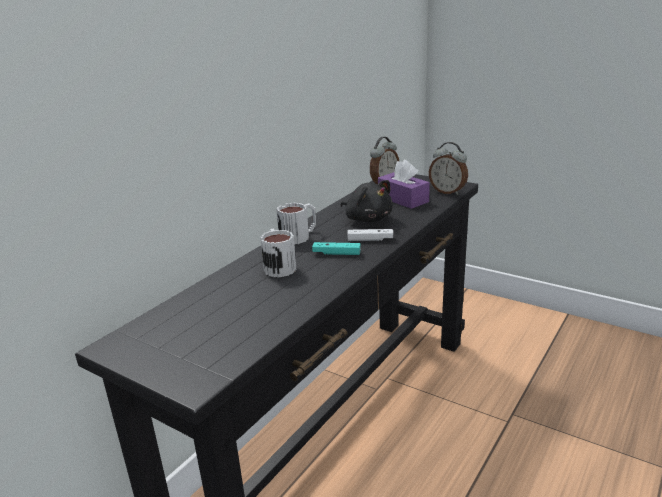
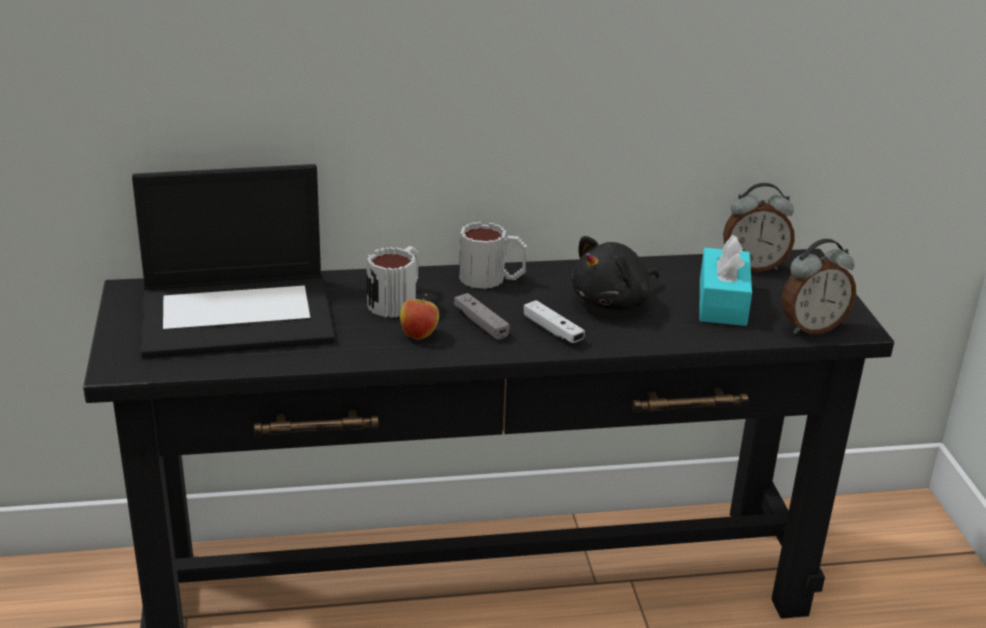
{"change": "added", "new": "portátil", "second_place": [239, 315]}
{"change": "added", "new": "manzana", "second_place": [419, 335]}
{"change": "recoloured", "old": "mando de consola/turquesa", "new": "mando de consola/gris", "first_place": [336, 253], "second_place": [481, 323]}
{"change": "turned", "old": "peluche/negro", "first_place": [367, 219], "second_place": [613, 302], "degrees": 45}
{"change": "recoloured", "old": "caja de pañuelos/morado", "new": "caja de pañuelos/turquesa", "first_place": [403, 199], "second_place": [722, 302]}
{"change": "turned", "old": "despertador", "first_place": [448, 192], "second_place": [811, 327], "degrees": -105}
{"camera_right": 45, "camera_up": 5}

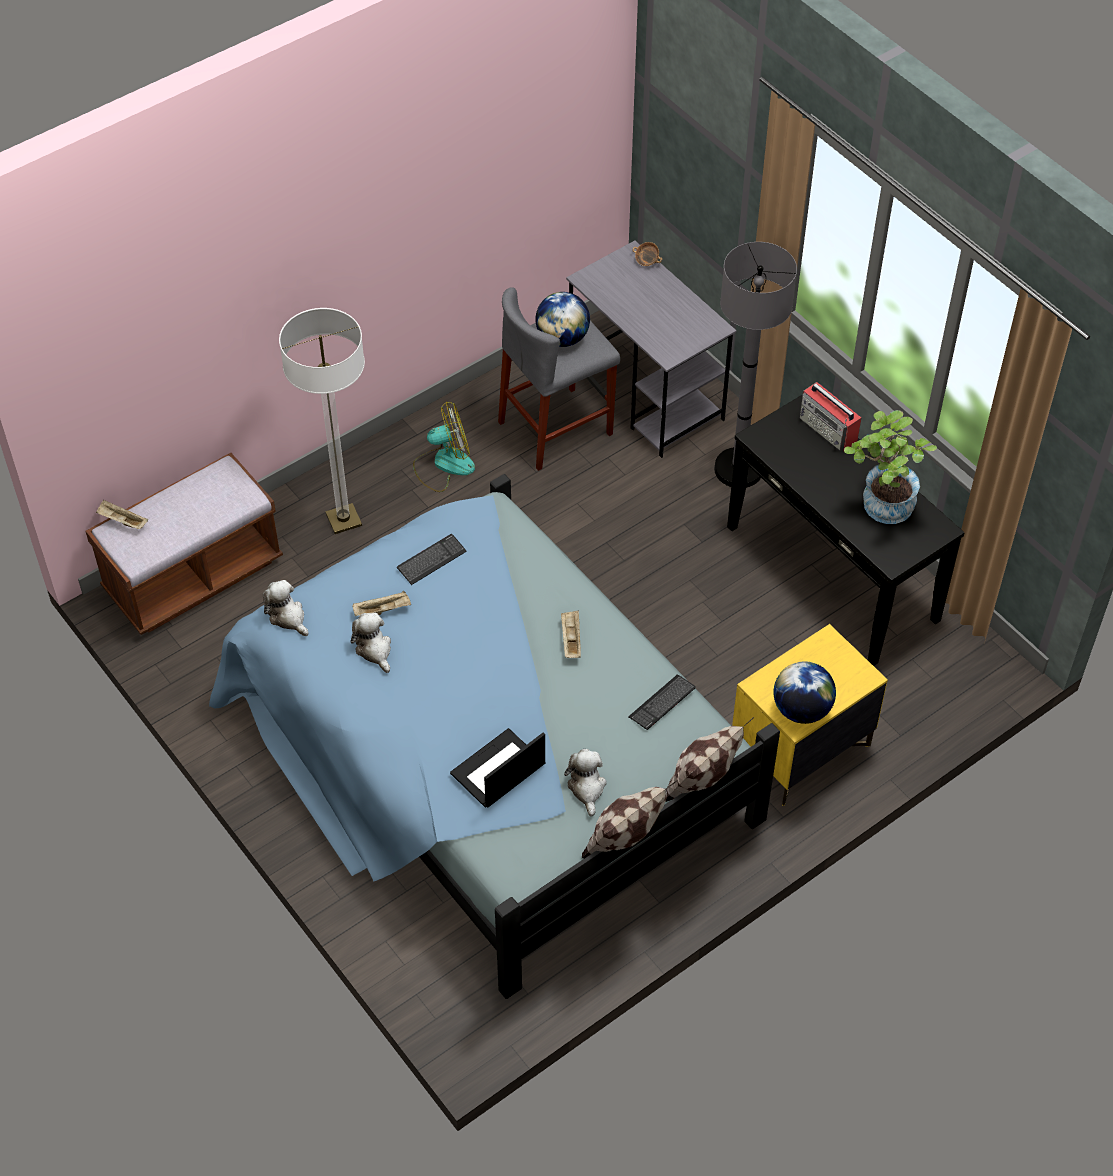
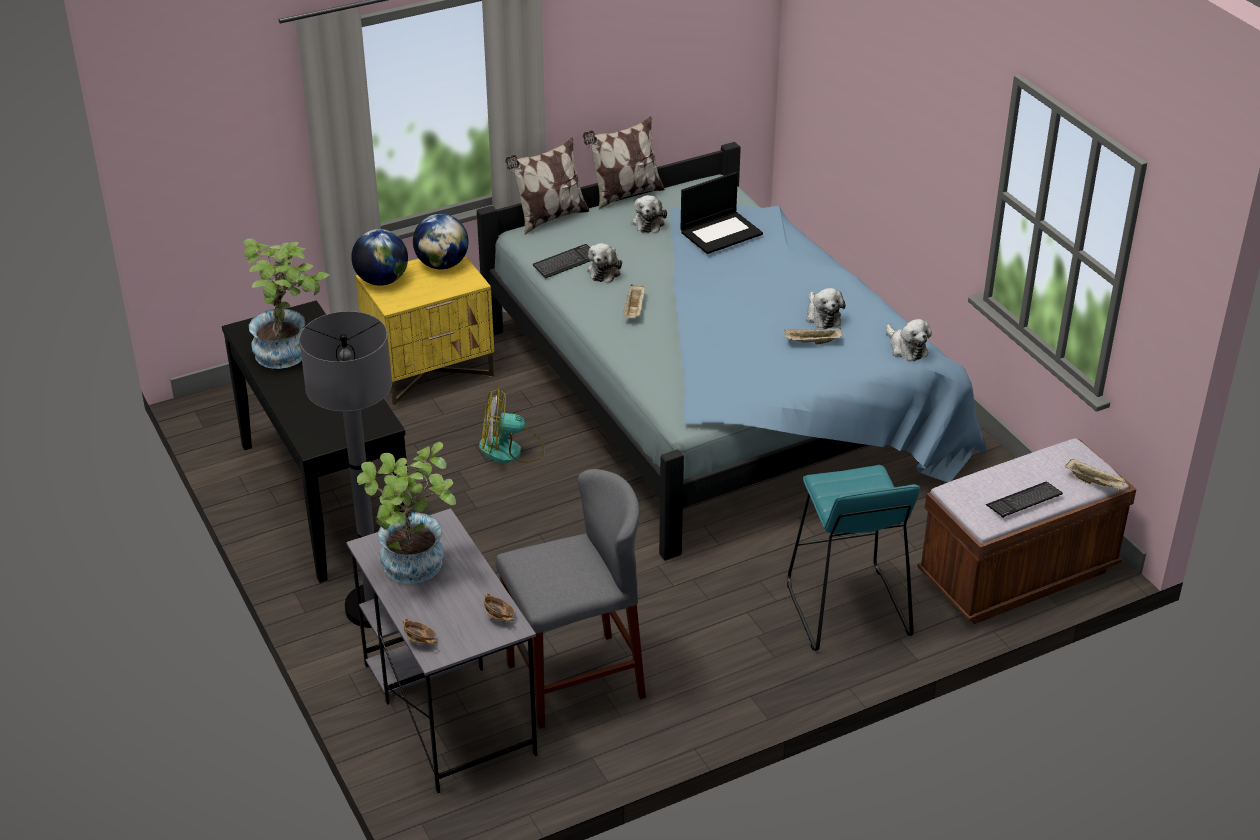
{"change": "moved", "old": "globo terráqueo", "first_place": [562, 338], "second_place": [382, 280]}
{"change": "added", "new": "planta en maceta", "second_place": [413, 570]}
{"change": "moved", "old": "ventilador", "first_place": [444, 464], "second_place": [511, 450]}
{"change": "added", "new": "cuenco", "second_place": [499, 616]}
{"change": "added", "new": "peluche", "second_place": [605, 271]}
{"change": "replaced", "old": "lámpara de pie", "new": "taburete/turquesa", "first_place": [343, 520], "second_place": [847, 610]}
{"change": "moved", "old": "teclado", "first_place": [431, 560], "second_place": [1024, 501]}
{"change": "removed", "old": "radio", "first_place": [828, 430]}
{"camera_right": -170, "camera_up": -15}

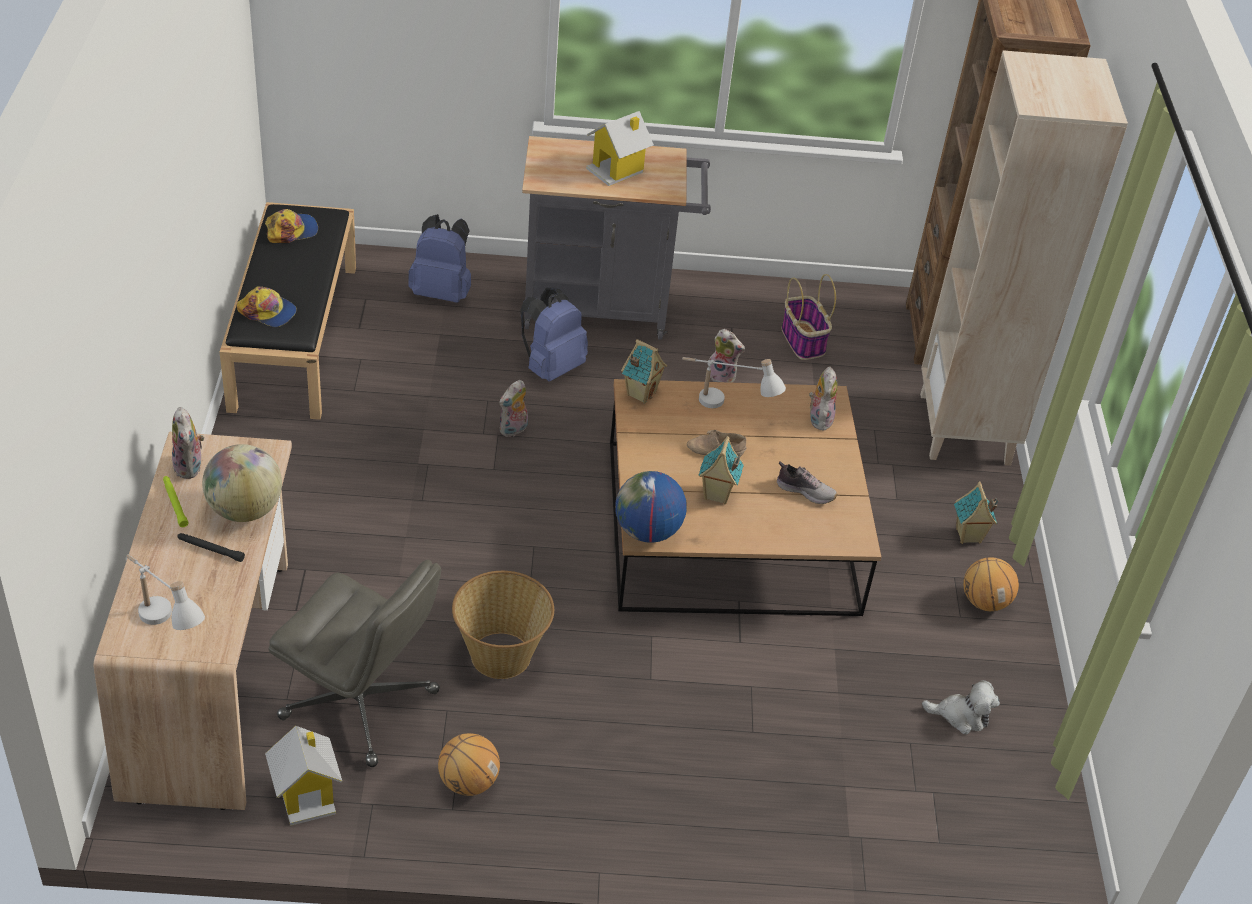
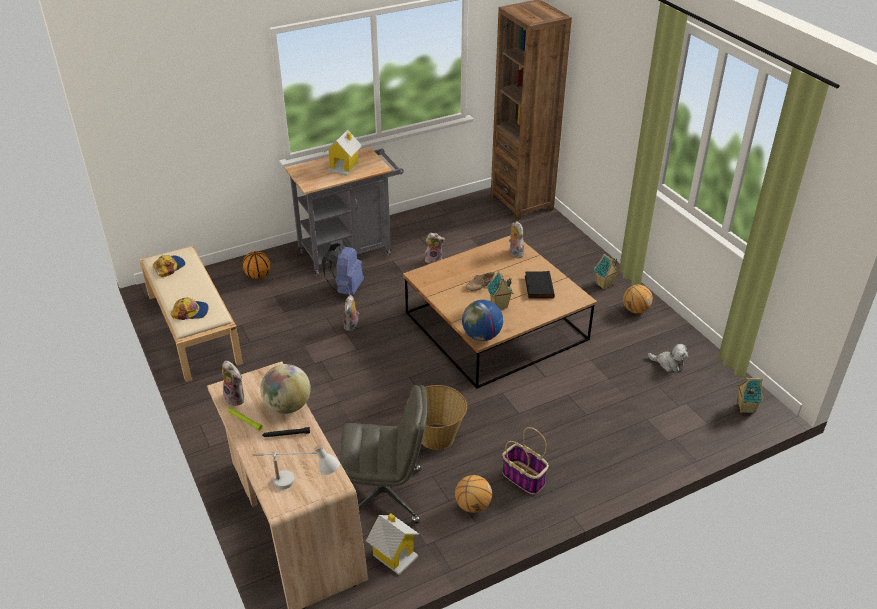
{"change": "recoloured", "old": "banco/negro", "new": "banco/beis", "first_place": [293, 335], "second_place": [192, 328]}
{"change": "replaced", "old": "mochila/azul", "new": "balón de baloncesto", "first_place": [442, 292], "second_place": [258, 275]}
{"change": "moved", "old": "cesta", "first_place": [803, 341], "second_place": [524, 478]}
{"change": "replaced", "old": "zapato", "new": "libro/negro", "first_place": [805, 491], "second_place": [538, 287]}
{"change": "turned", "old": "peluche", "first_place": [961, 716], "second_place": [668, 364], "degrees": 45}
{"change": "moved", "old": "casita", "first_place": [640, 393], "second_place": [744, 408]}
{"change": "removed", "old": "lámpara de mesa/blanco", "first_place": [726, 409]}
{"change": "removed", "old": "estantería/beis", "first_place": [965, 429]}
{"camera_right": -25, "camera_up": -5}

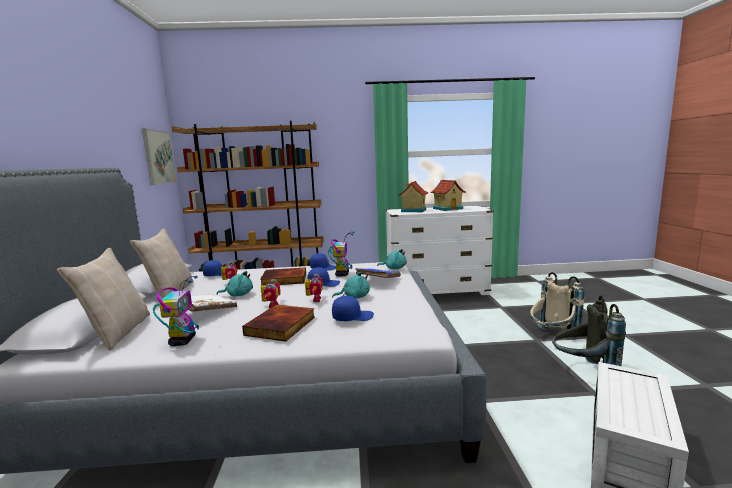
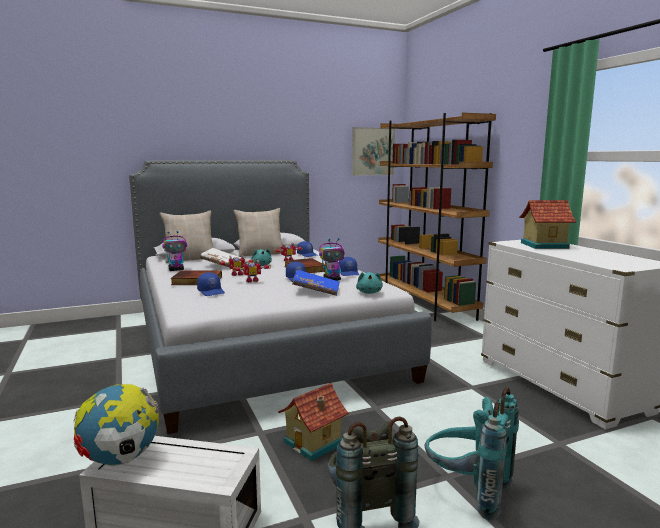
{"change": "added", "new": "globo terráqueo", "second_place": [121, 460]}
{"change": "moved", "old": "casita", "first_place": [448, 208], "second_place": [314, 443]}
{"change": "recoloured", "old": "mochila/beis", "new": "mochila/turquesa", "first_place": [551, 338], "second_place": [467, 492]}
{"change": "removed", "old": "peluche/turquesa", "first_place": [354, 297]}
{"camera_right": 70, "camera_up": 0}

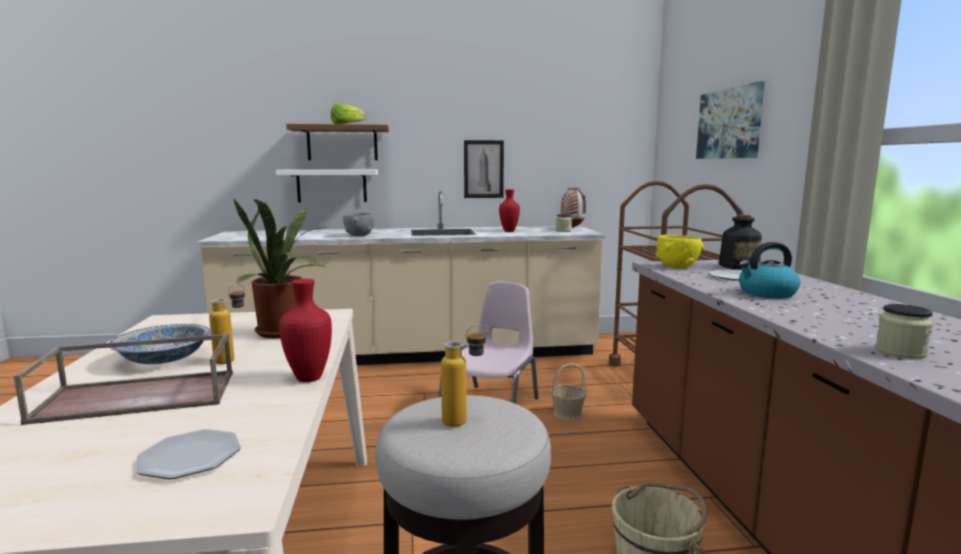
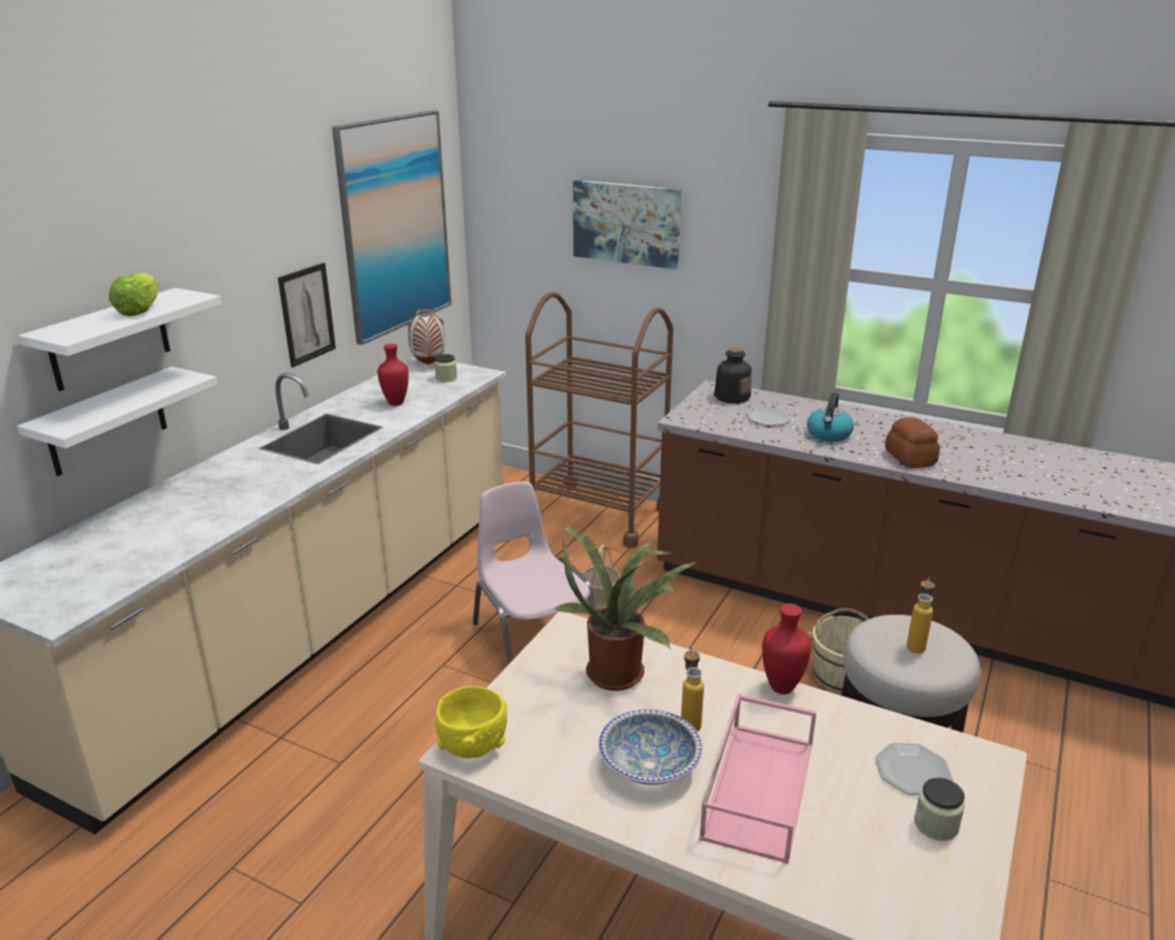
{"change": "recoloured", "old": "estante/marrón", "new": "estante/blanco", "first_place": [342, 143], "second_place": [109, 340]}
{"change": "added", "new": "cuadro", "second_place": [395, 225]}
{"change": "moved", "old": "cuenco/amarillo", "first_place": [677, 266], "second_place": [472, 746]}
{"change": "recoloured", "old": "bandeja/marrón", "new": "bandeja/rosa", "first_place": [141, 395], "second_place": [757, 787]}
{"change": "added", "new": "pan", "second_place": [910, 457]}
{"change": "moved", "old": "tarro", "first_place": [900, 352], "second_place": [936, 825]}
{"change": "removed", "old": "cuenco/gris", "first_place": [359, 236]}
{"camera_right": -55, "camera_up": 15}

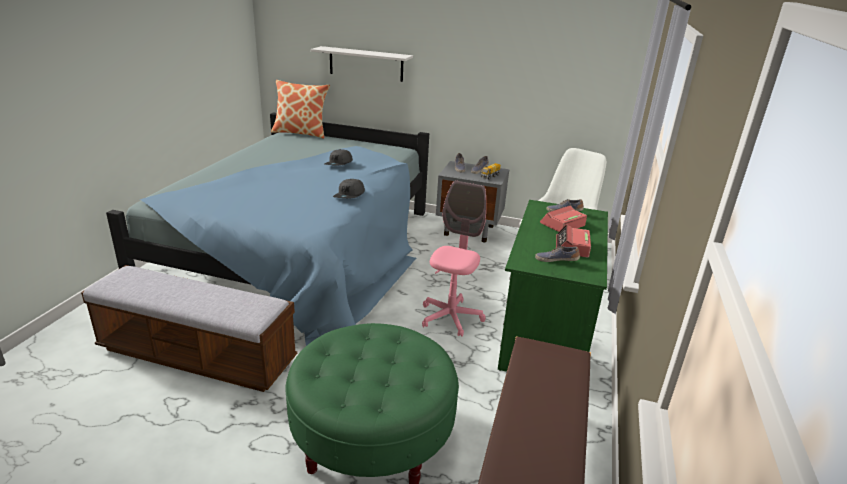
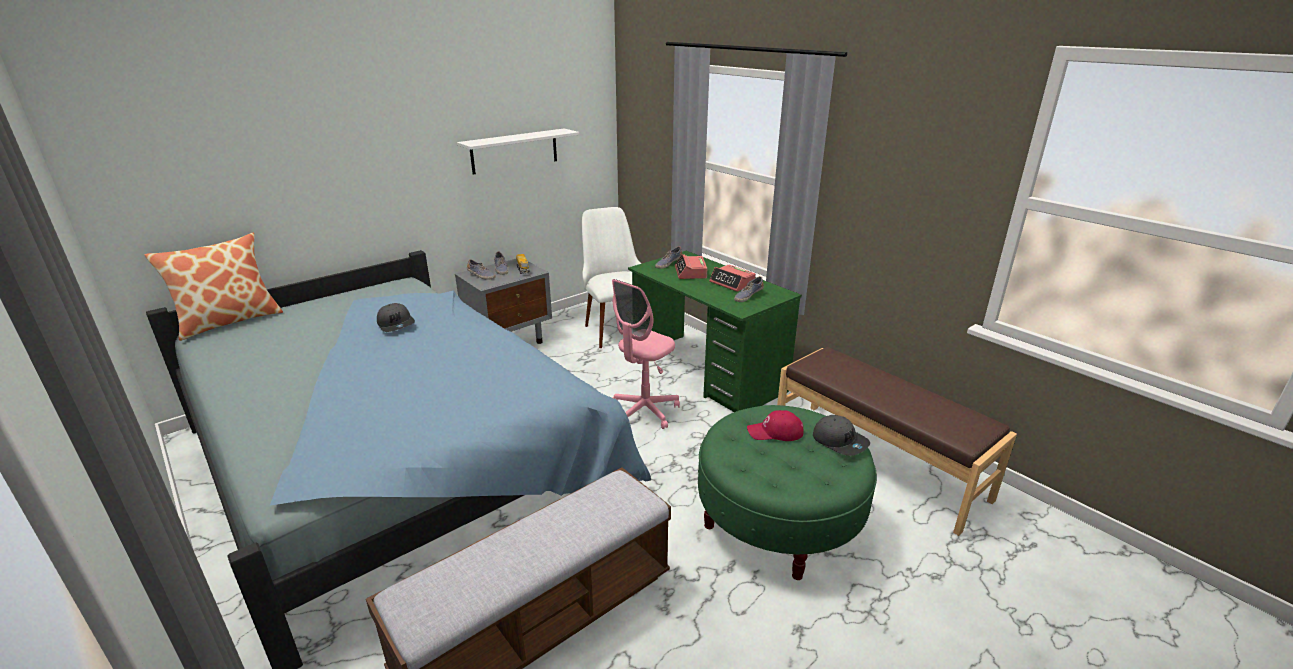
{"change": "moved", "old": "estante/blanco", "first_place": [366, 64], "second_place": [514, 151]}
{"change": "turned", "old": "silla de oficina/rosa", "first_place": [450, 318], "second_place": [644, 411], "degrees": -105}
{"change": "added", "new": "gorra/rojo", "second_place": [775, 432]}
{"change": "moved", "old": "gorra/gris", "first_place": [350, 195], "second_place": [840, 441]}
{"camera_right": -55, "camera_up": 0}

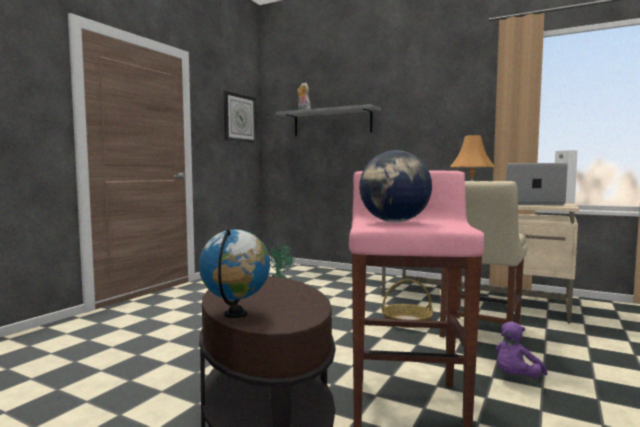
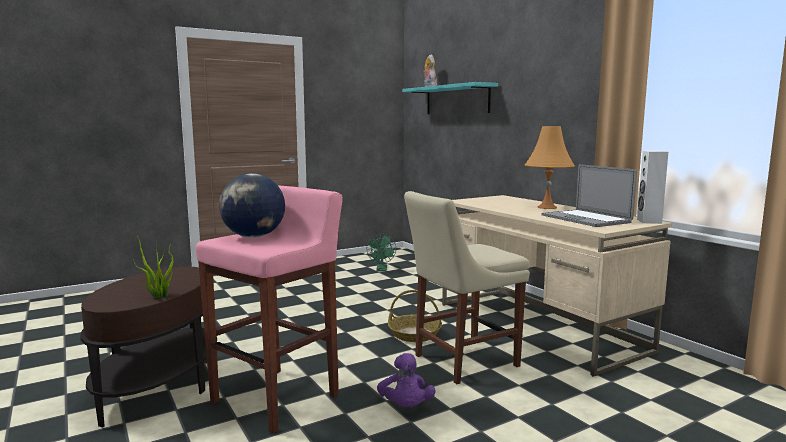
{"change": "added", "new": "planta en maceta", "second_place": [158, 296]}
{"change": "turned", "old": "peluche/morado", "first_place": [516, 377], "second_place": [405, 407], "degrees": -90}
{"change": "recoloured", "old": "estante/gris", "new": "estante/turquesa", "first_place": [332, 122], "second_place": [457, 100]}
{"change": "turned", "old": "portátil", "first_place": [526, 203], "second_place": [585, 219], "degrees": -150}
{"change": "removed", "old": "globo terráqueo", "first_place": [236, 314]}
{"change": "removed", "old": "reloj de pared", "first_place": [239, 118]}
{"camera_right": 30, "camera_up": 5}

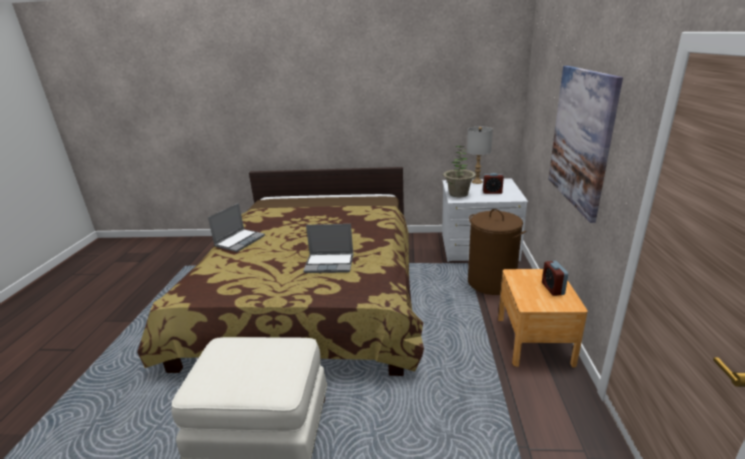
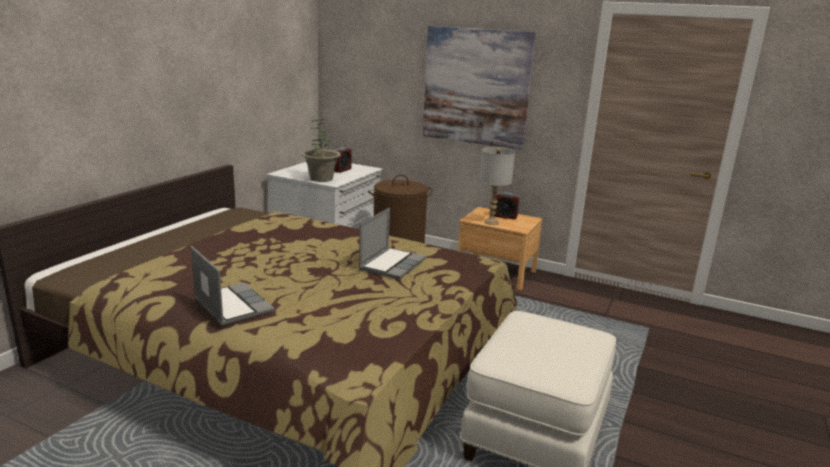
{"change": "moved", "old": "lámpara de mesa/gris", "first_place": [477, 182], "second_place": [491, 222]}
{"camera_right": -70, "camera_up": -5}

